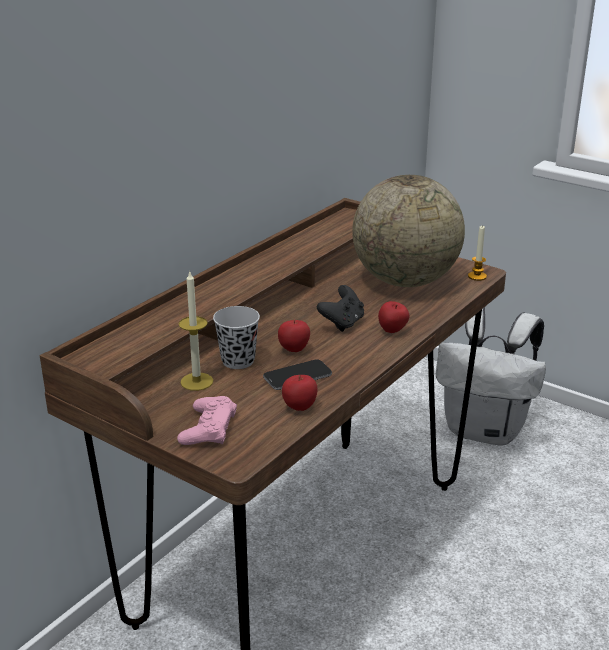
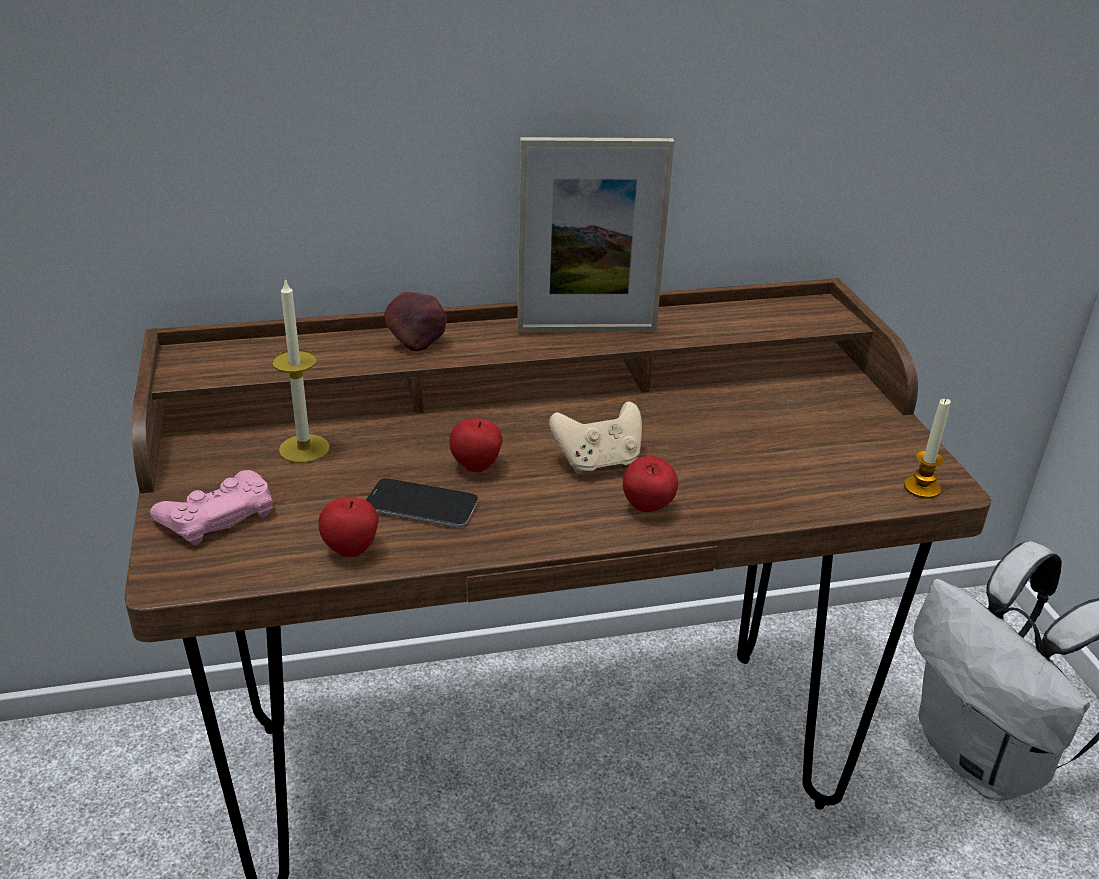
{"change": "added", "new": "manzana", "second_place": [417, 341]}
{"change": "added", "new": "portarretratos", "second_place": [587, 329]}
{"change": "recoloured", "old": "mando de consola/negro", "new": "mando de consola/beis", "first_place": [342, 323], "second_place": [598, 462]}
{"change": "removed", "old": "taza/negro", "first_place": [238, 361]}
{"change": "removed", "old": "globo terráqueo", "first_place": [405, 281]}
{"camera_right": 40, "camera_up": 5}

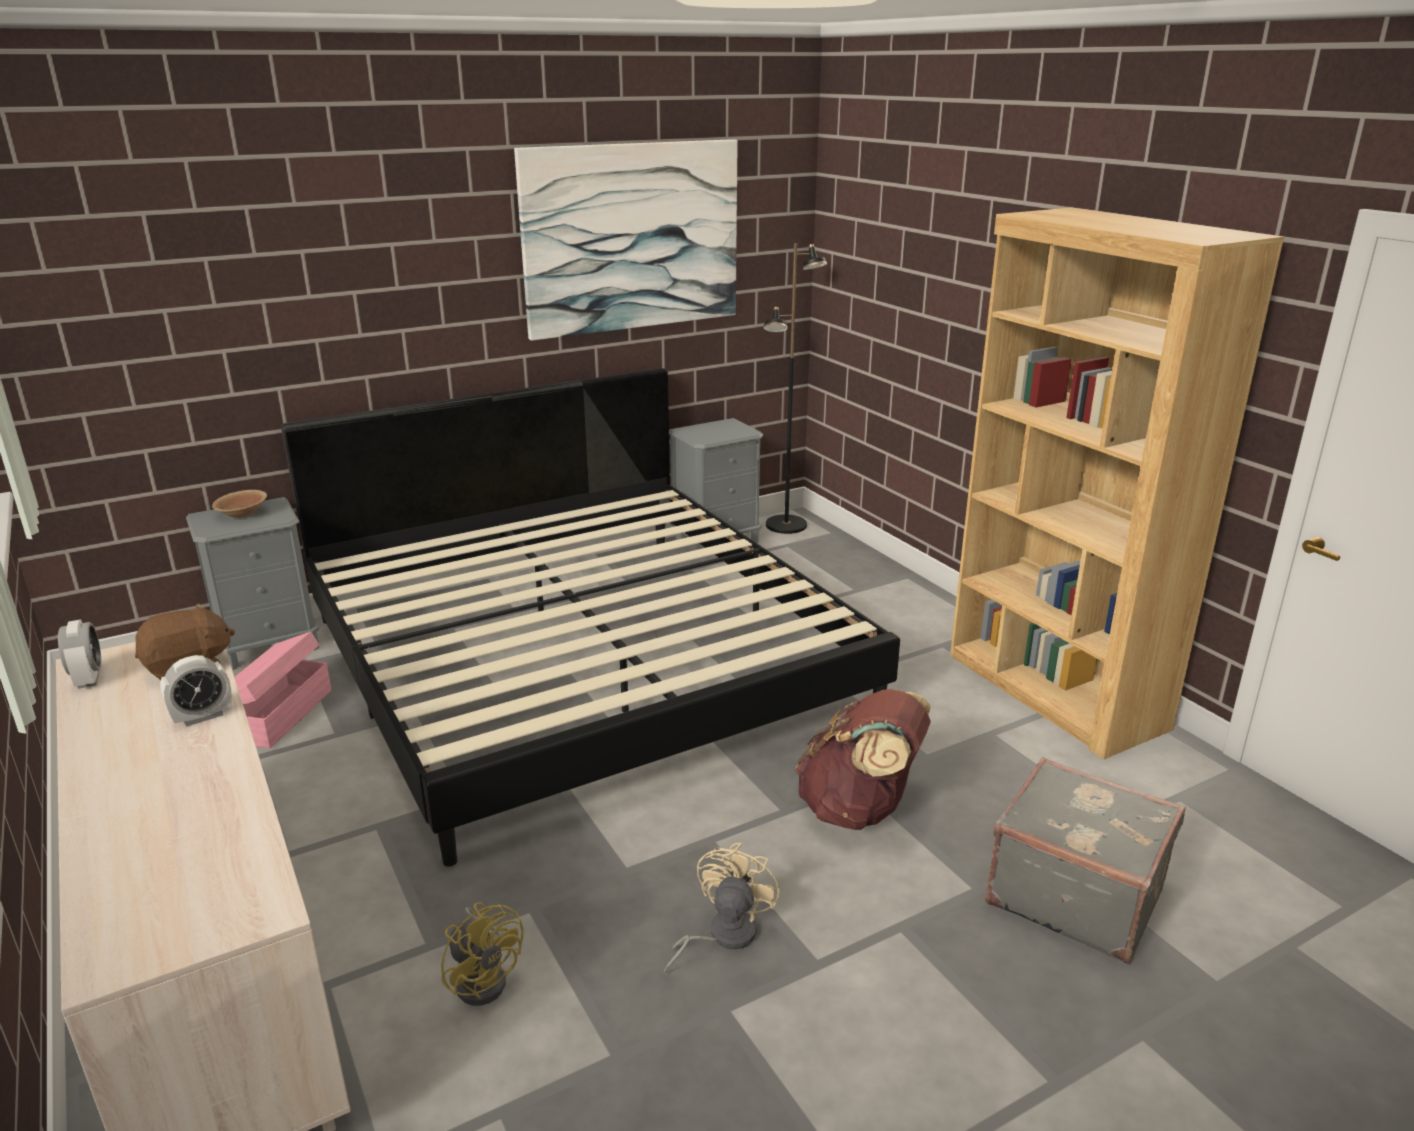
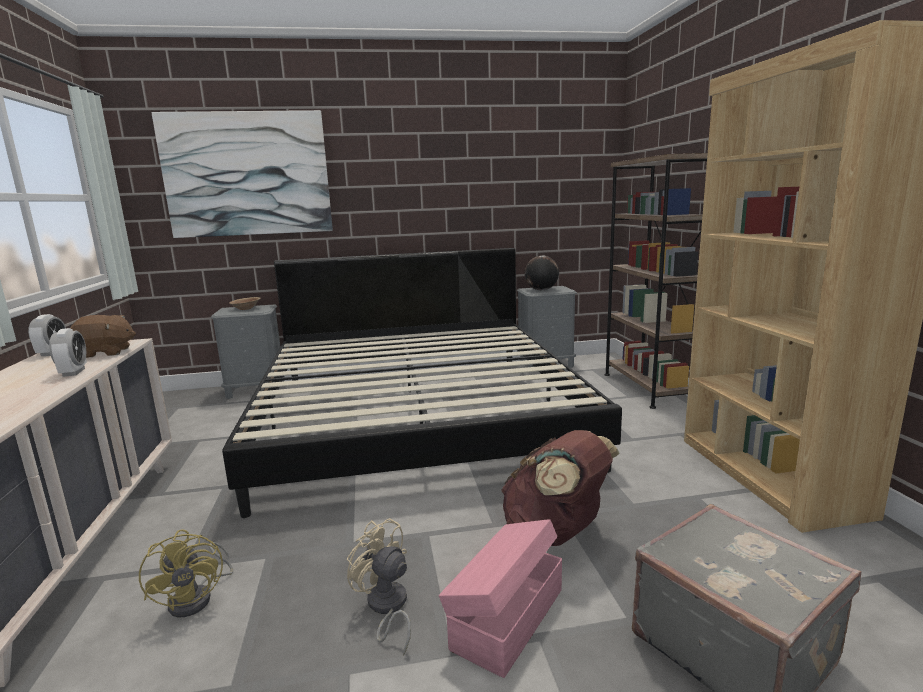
{"change": "turned", "old": "despertador", "first_place": [203, 716], "second_place": [74, 372], "degrees": -90}
{"change": "moved", "old": "cuadro", "first_place": [632, 237], "second_place": [247, 174]}
{"change": "turned", "old": "ventilador/beis", "first_place": [722, 936], "second_place": [386, 608], "degrees": -90}
{"change": "moved", "old": "caja de almacenaje/rosa", "first_place": [278, 715], "second_place": [506, 618]}
{"change": "added", "new": "globo terráqueo", "second_place": [541, 290]}
{"change": "added", "new": "estantería/marrón", "second_place": [646, 388]}
{"change": "removed", "old": "lámpara de pie/negro", "first_place": [786, 526]}
{"camera_right": 20, "camera_up": -10}

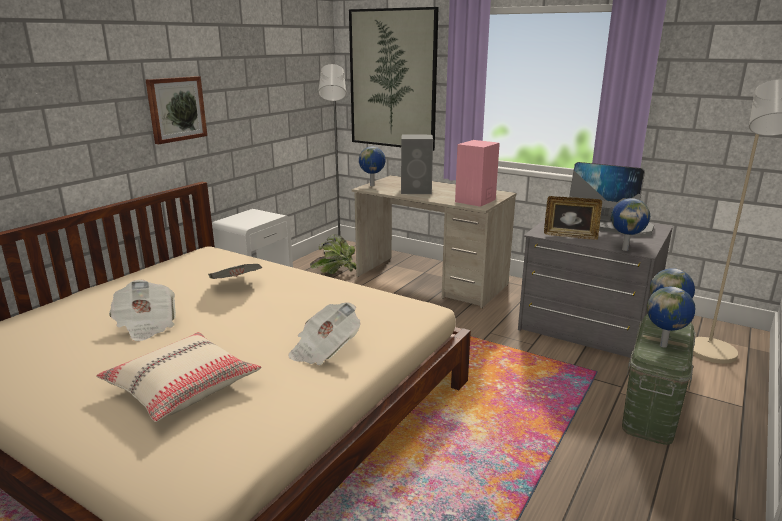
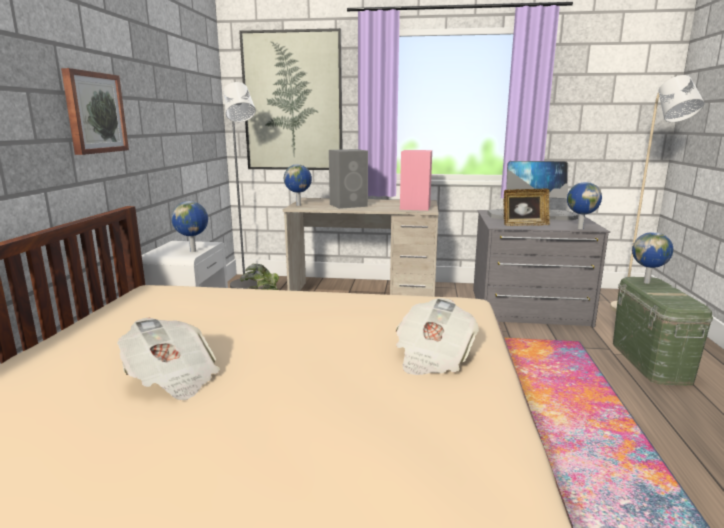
{"change": "moved", "old": "globo terráqueo", "first_place": [664, 346], "second_place": [193, 251]}
{"change": "removed", "old": "cojín/beis", "first_place": [182, 387]}
{"change": "removed", "old": "periódico", "first_place": [236, 285]}
{"camera_right": -25, "camera_up": -5}

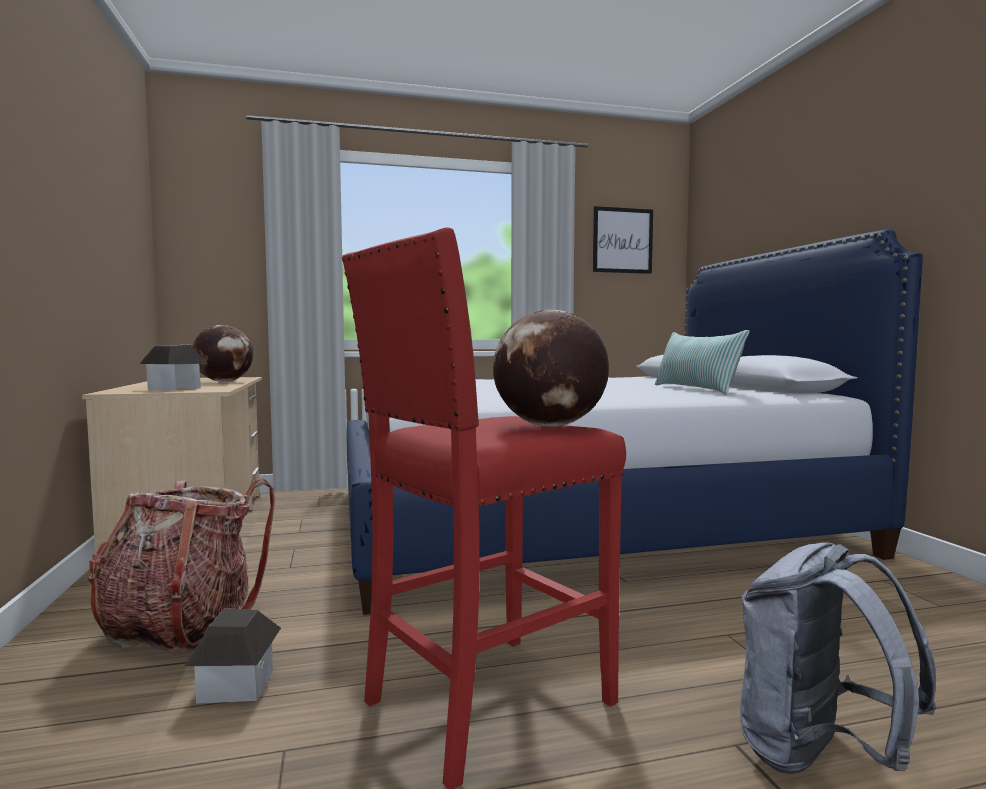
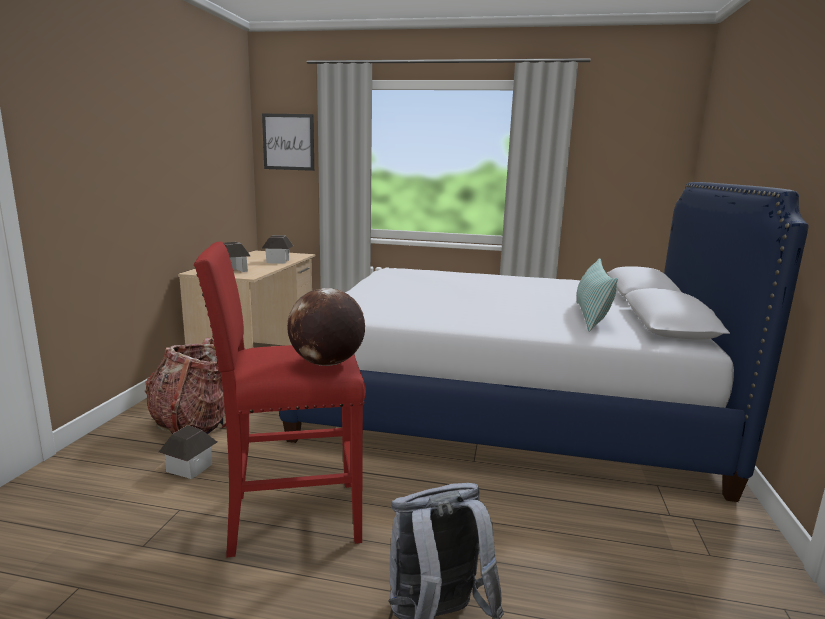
{"change": "replaced", "old": "globo terráqueo", "new": "casita", "first_place": [224, 381], "second_place": [278, 261]}
{"change": "moved", "old": "cuadro", "first_place": [622, 240], "second_place": [288, 142]}
{"camera_right": 25, "camera_up": 10}

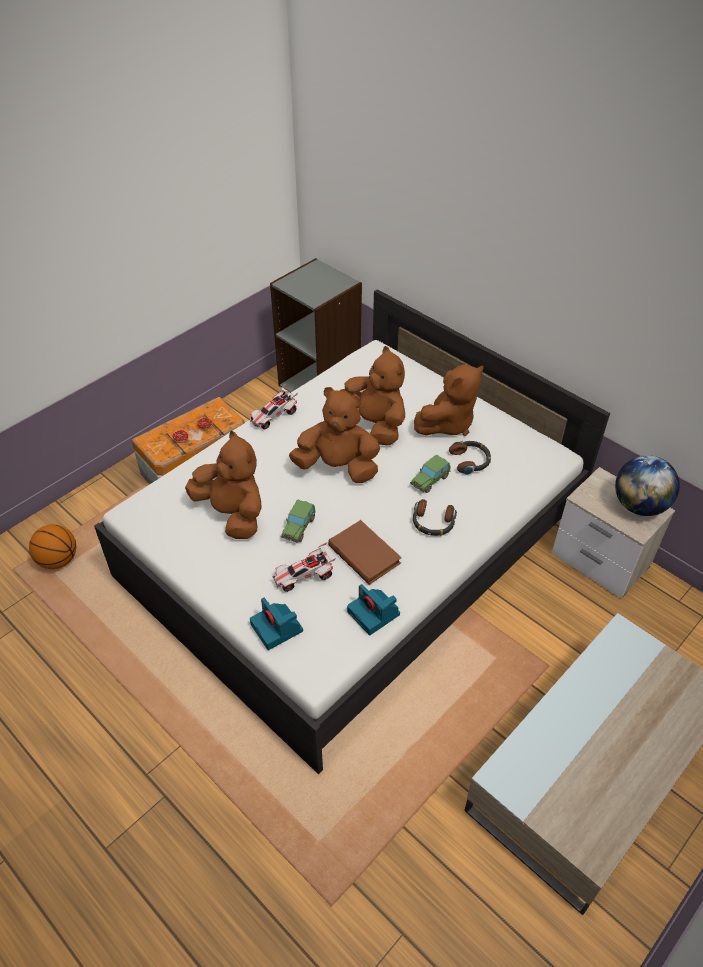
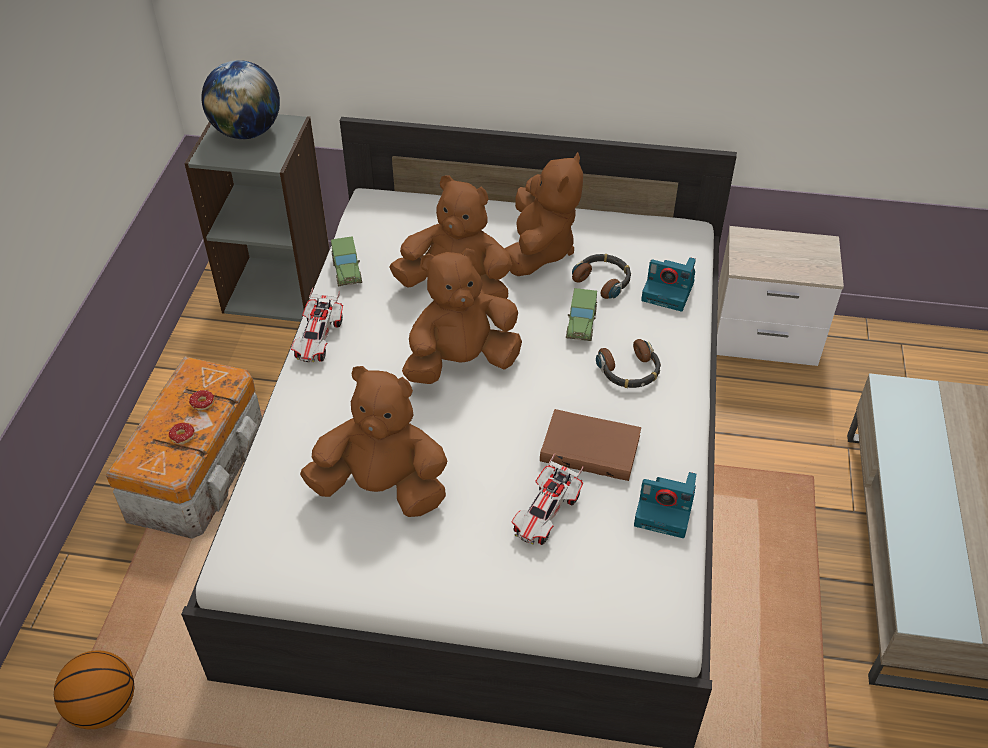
{"change": "moved", "old": "globo terráqueo", "first_place": [639, 506], "second_place": [247, 132]}
{"change": "moved", "old": "coche de juguete", "first_place": [299, 527], "second_place": [347, 271]}
{"change": "moved", "old": "cámara", "first_place": [277, 628], "second_place": [669, 291]}
{"camera_right": -35, "camera_up": 0}

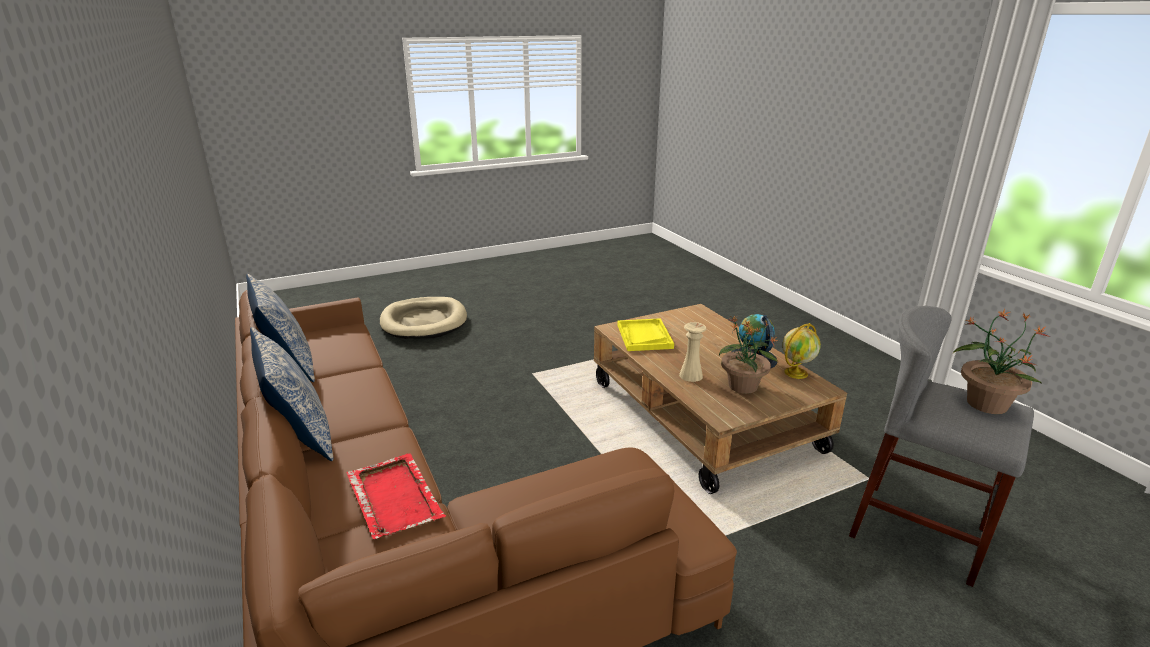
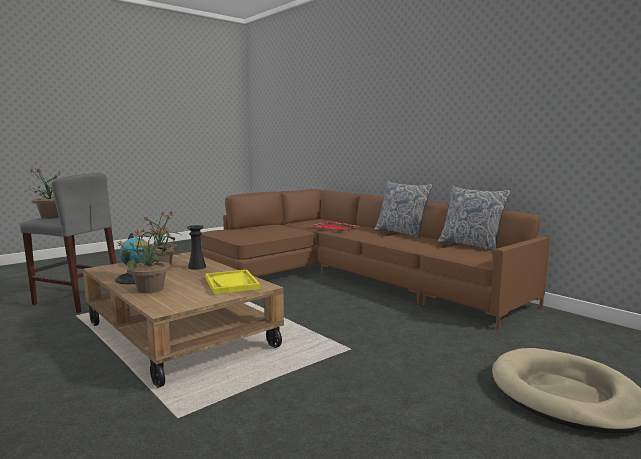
{"change": "added", "new": "planta en maceta", "second_place": [151, 289]}
{"change": "recoloured", "old": "florero/beis", "new": "florero/negro", "first_place": [690, 375], "second_place": [197, 267]}
{"change": "removed", "old": "globo terráqueo", "first_place": [796, 373]}
{"camera_right": 165, "camera_up": -15}

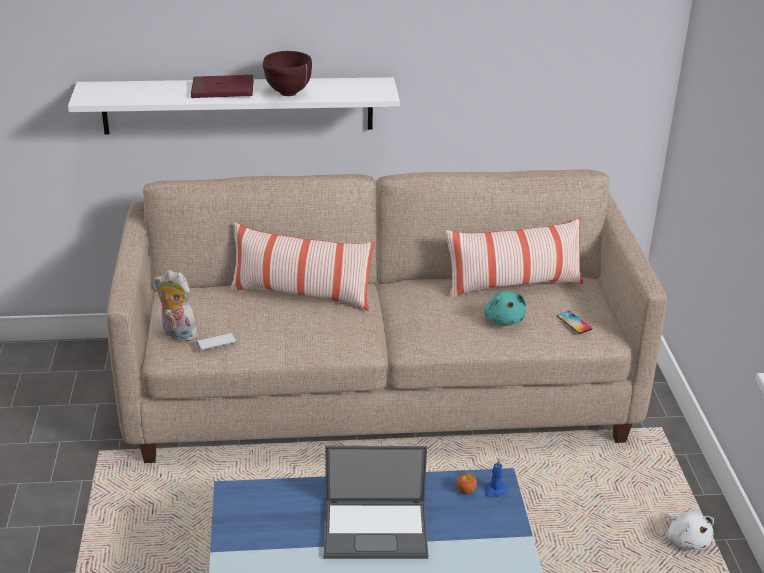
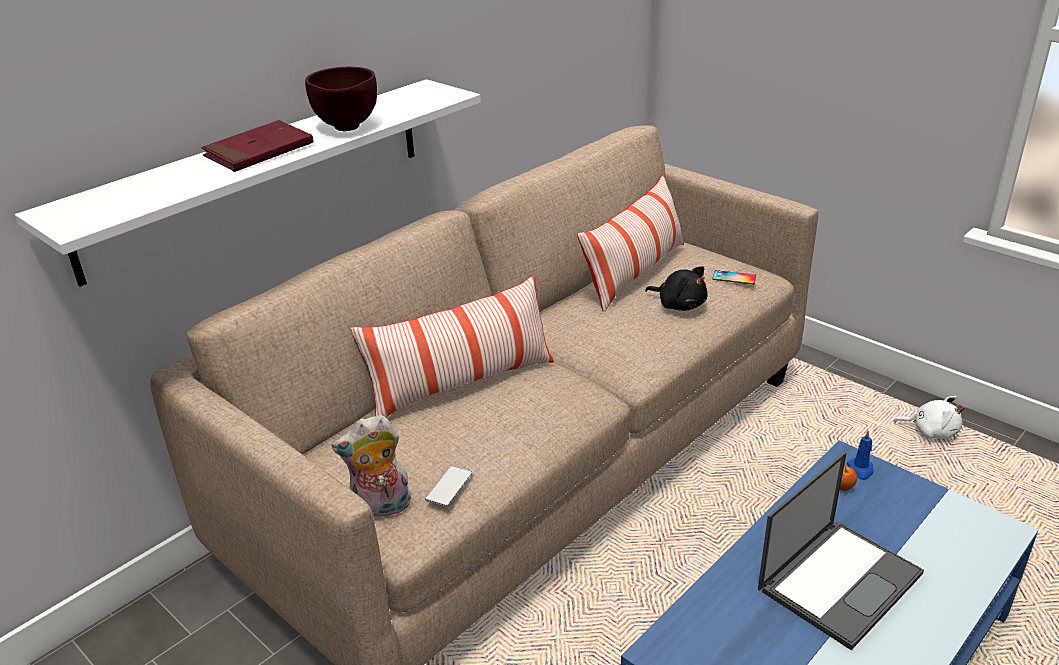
{"change": "recoloured", "old": "peluche/turquesa", "new": "peluche/negro", "first_place": [504, 319], "second_place": [679, 305]}
{"camera_right": -40, "camera_up": 0}

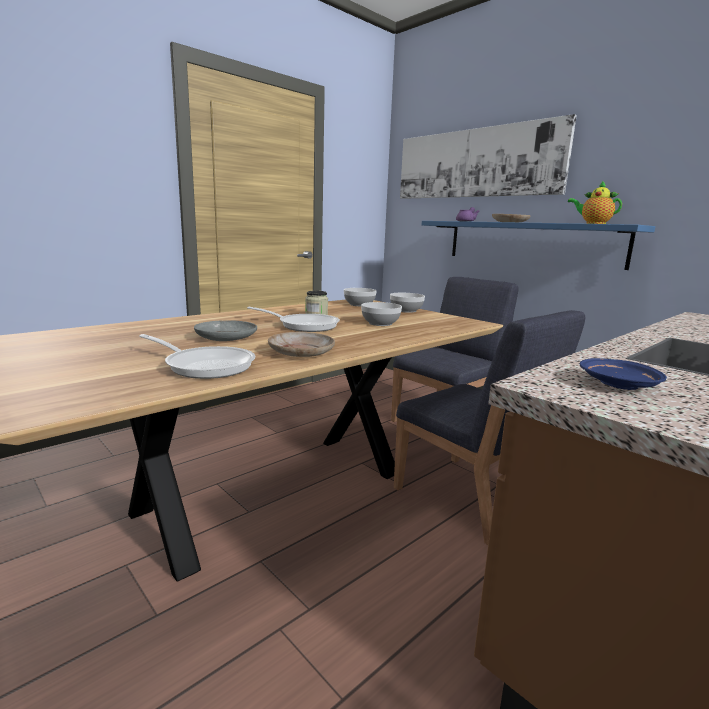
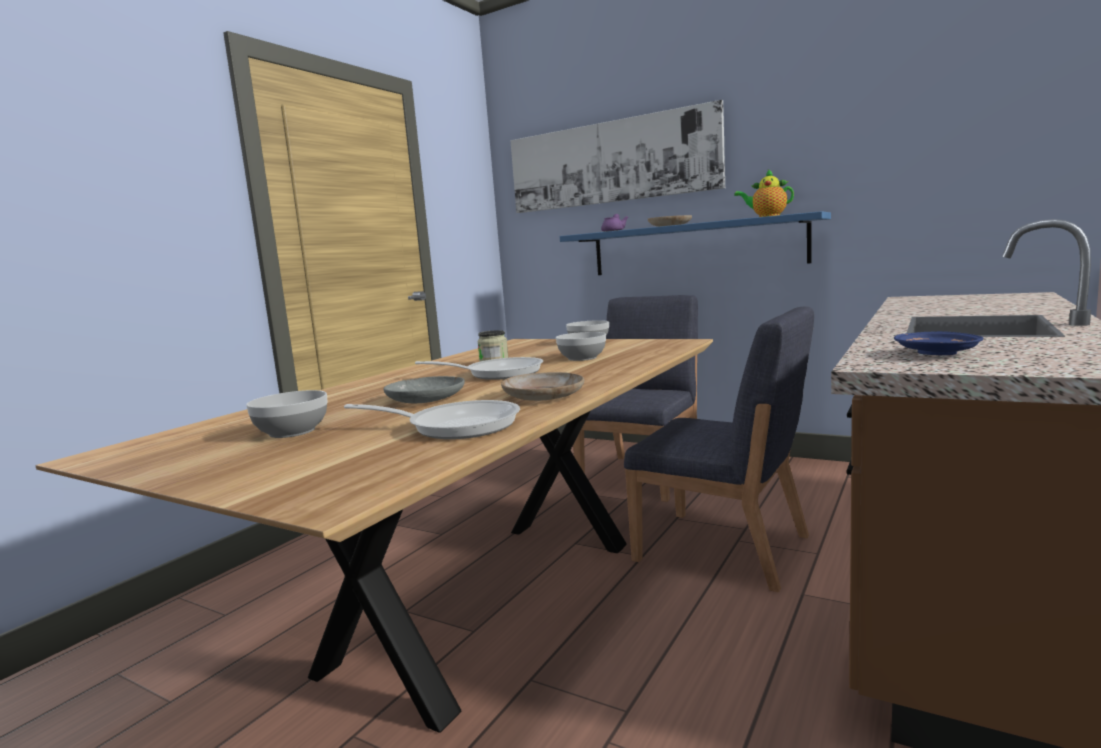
{"change": "moved", "old": "cuenco", "first_place": [359, 304], "second_place": [291, 432]}
{"camera_right": -15, "camera_up": -5}

